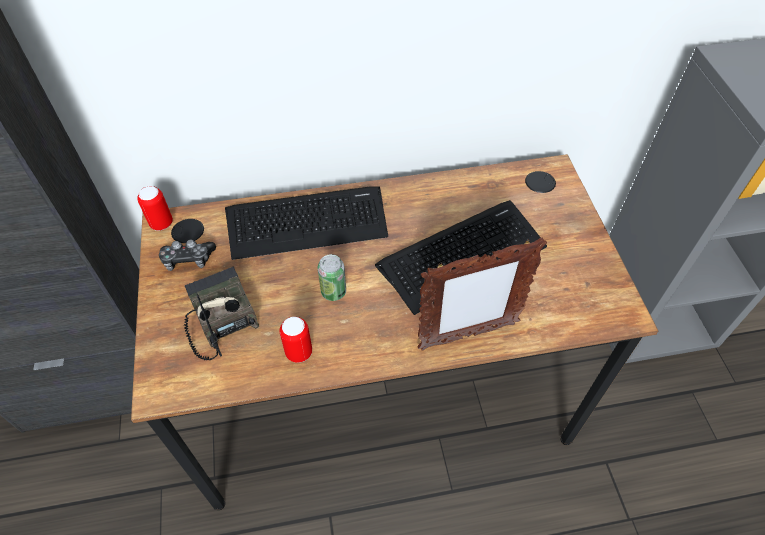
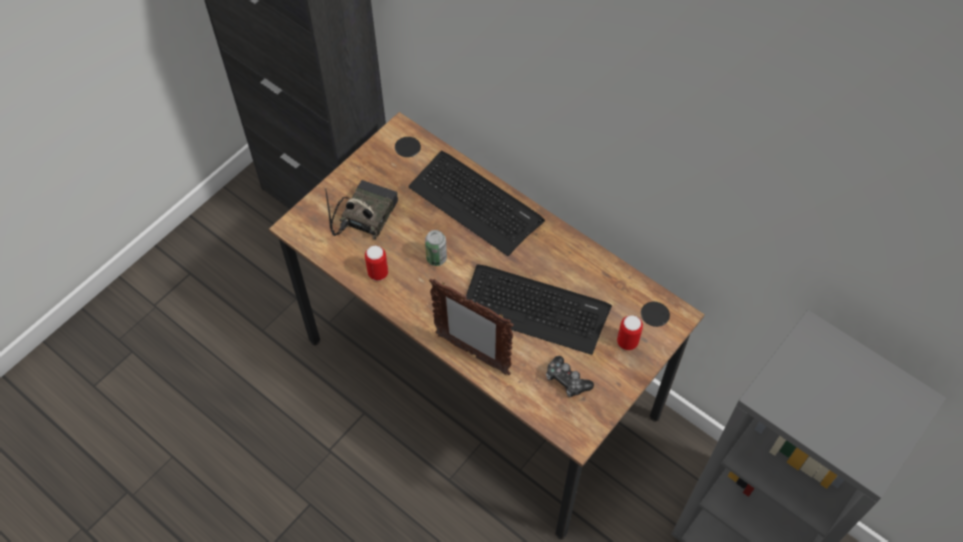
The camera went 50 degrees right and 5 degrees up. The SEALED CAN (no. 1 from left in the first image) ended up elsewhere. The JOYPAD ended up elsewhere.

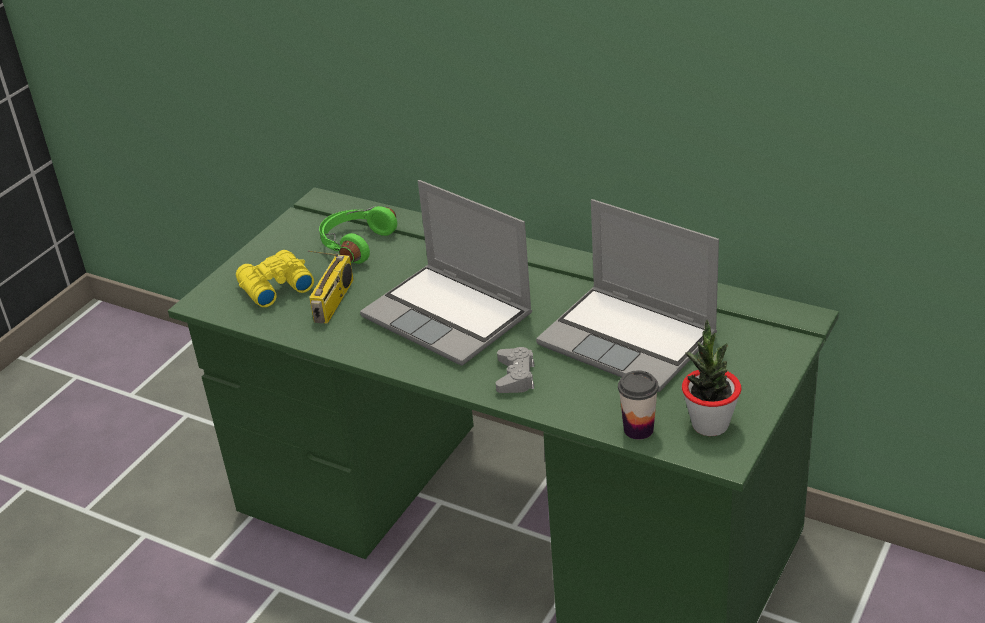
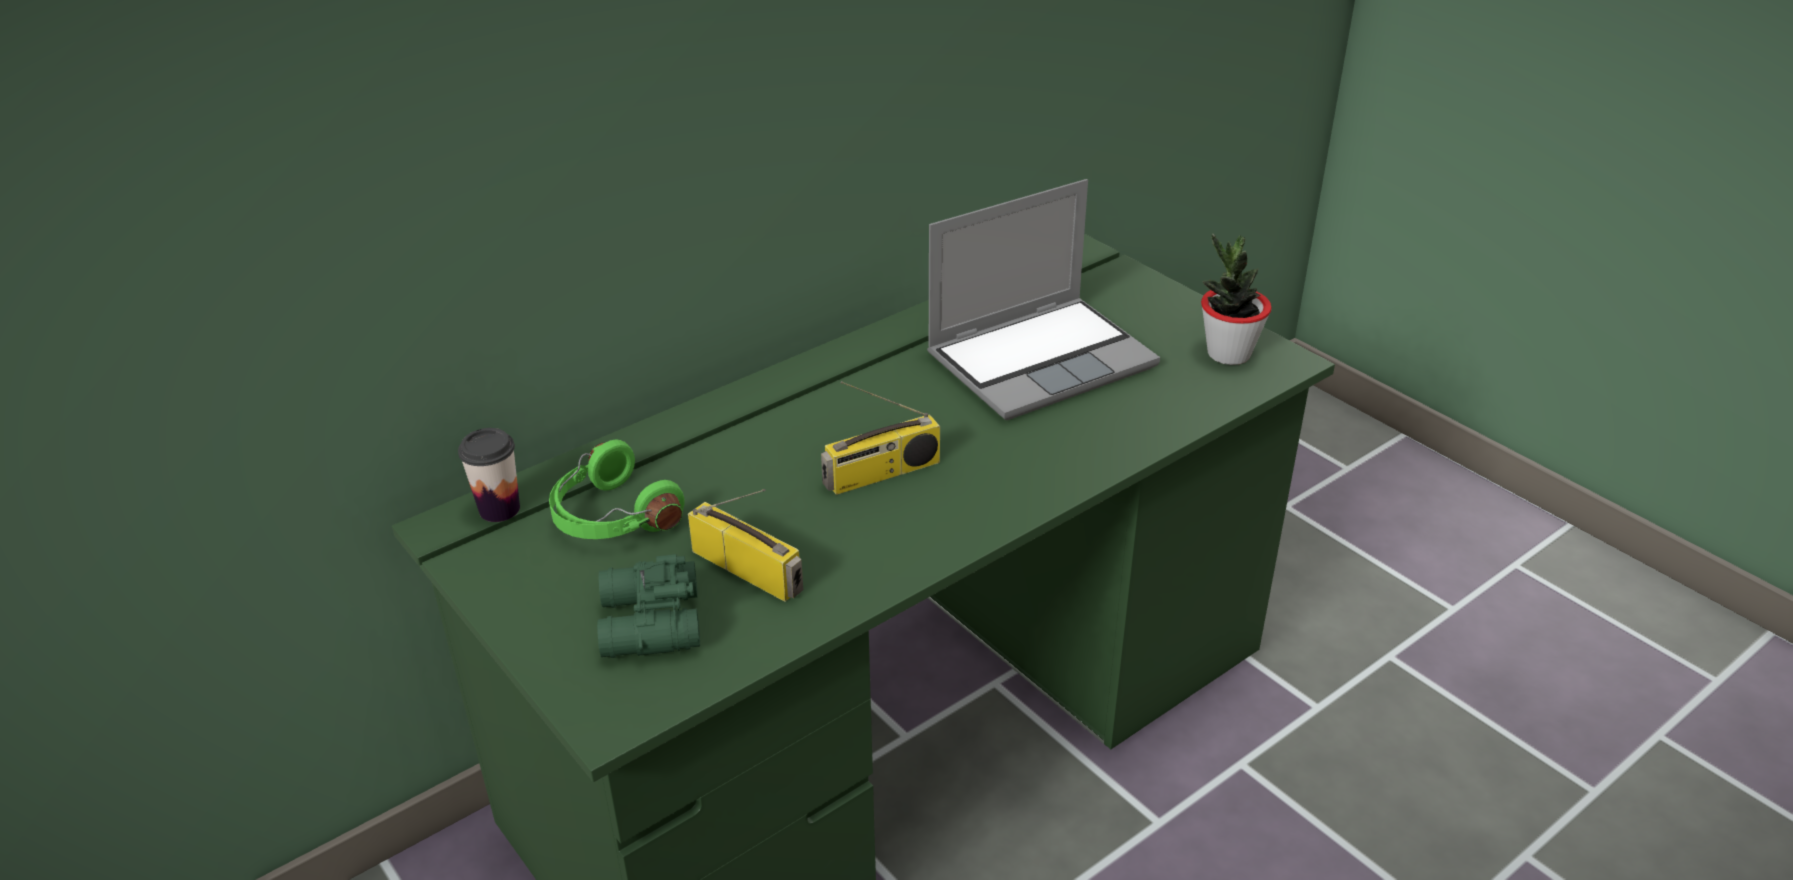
The camera went 70 degrees left and 0 degrees up. What was the YELLOW-COLOURED FIELD GLASSES turned into the GREEN FIELD GLASSES. Where the NOTEBOOK COMPUTER (no. 1 from left) stood, the RADIO SET (no. 2 from left) came to stand. The second view lost the GREY JOYPAD. The SMALL CUP ended up elsewhere.

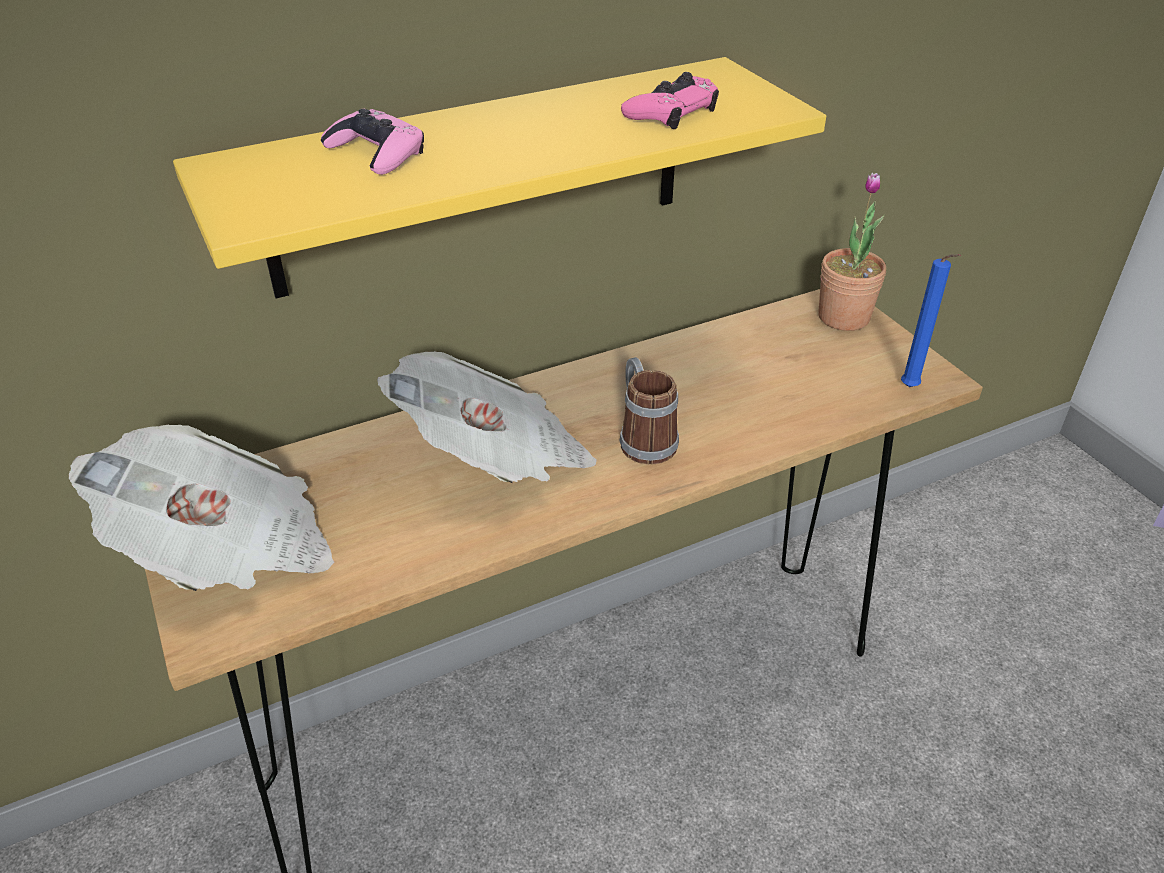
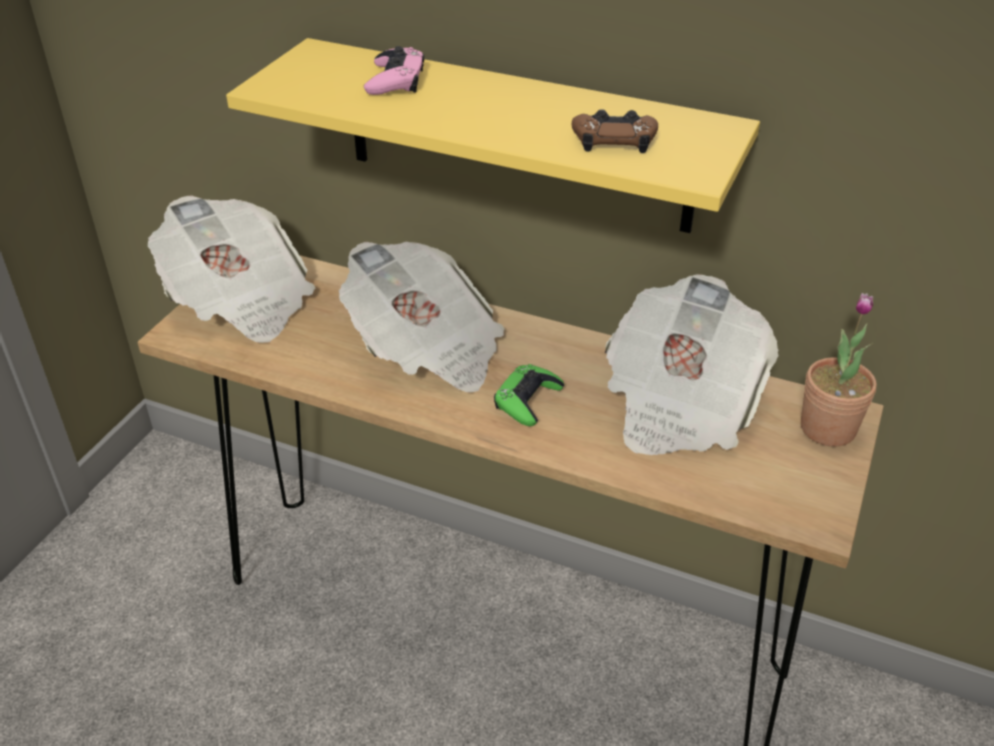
The camera went 50 degrees right and 0 degrees up. Where the MUG stood, the GREEN JOYPAD came to stand. What was the PINK JOYPAD (no. 2 from left) turned into the BROWN JOYPAD. The second view lost the BLUE WAX CANDLE. The second view gained the NEWSPAPER (no. 3 from left).

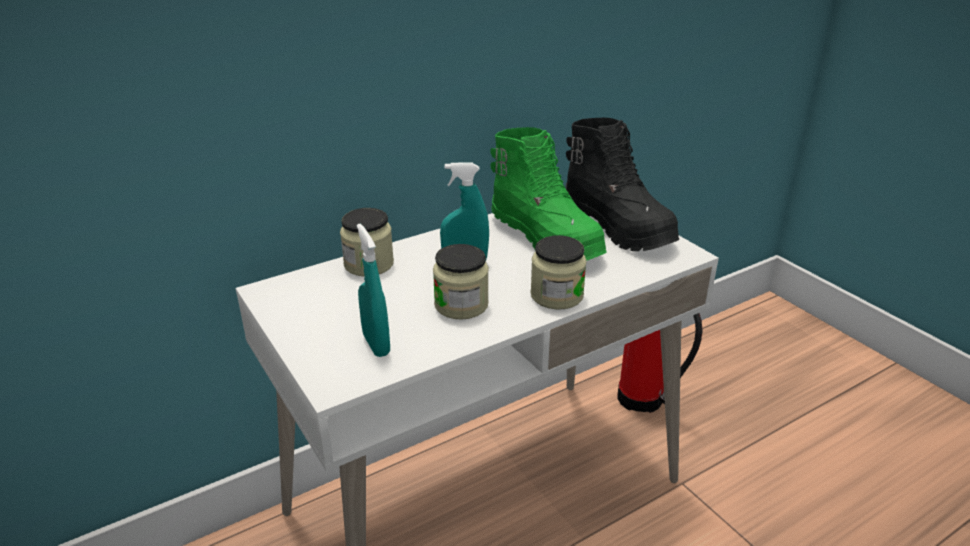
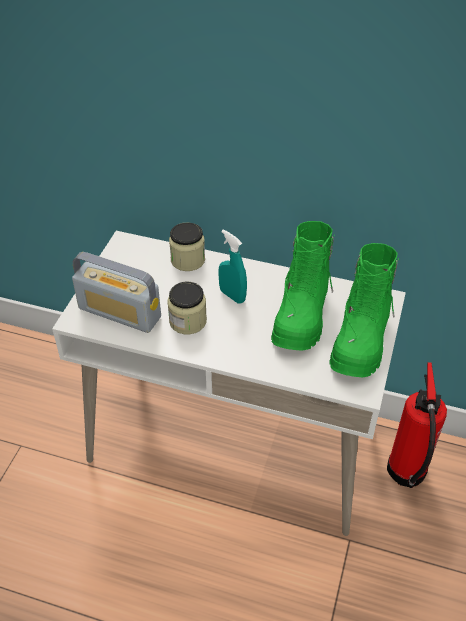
The camera went 50 degrees right and 15 degrees up. Where the TURQUOISE SPRAYER (no. 1 from left) stood, the RADIO SET came to stand. The second view lost the STORAGE JAR (no. 3 from left). What was the BLACKISH HIGH-TOP BOOT turned into the GREEN HIGH-TOP BOOT (no. 2 from left).

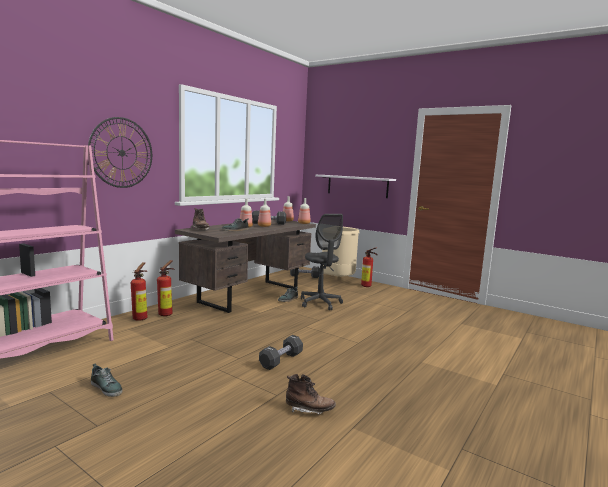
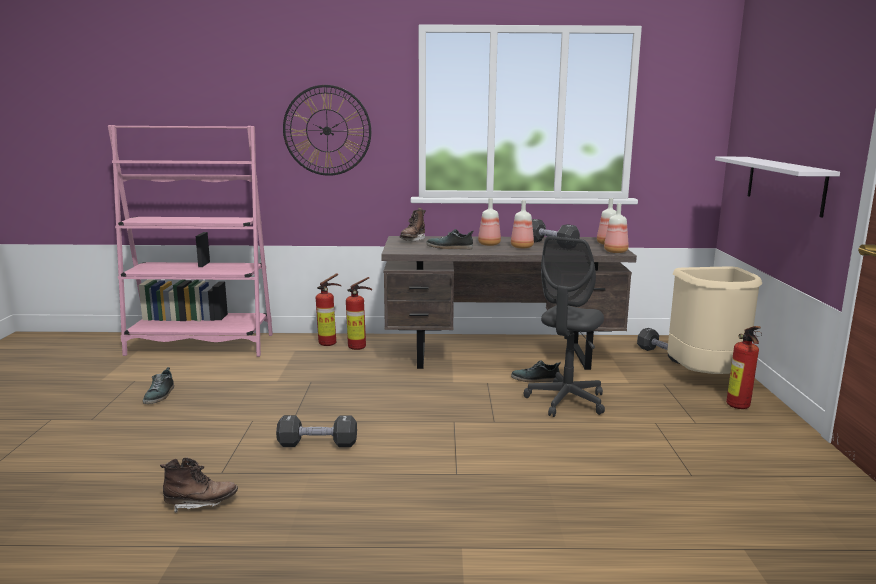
The camera went 55 degrees right and 5 degrees up. The BROWN HIGH-TOP BOOT (no. 2 from left in the first image) ended up facing another way, 75 degrees counterclockwise from before.

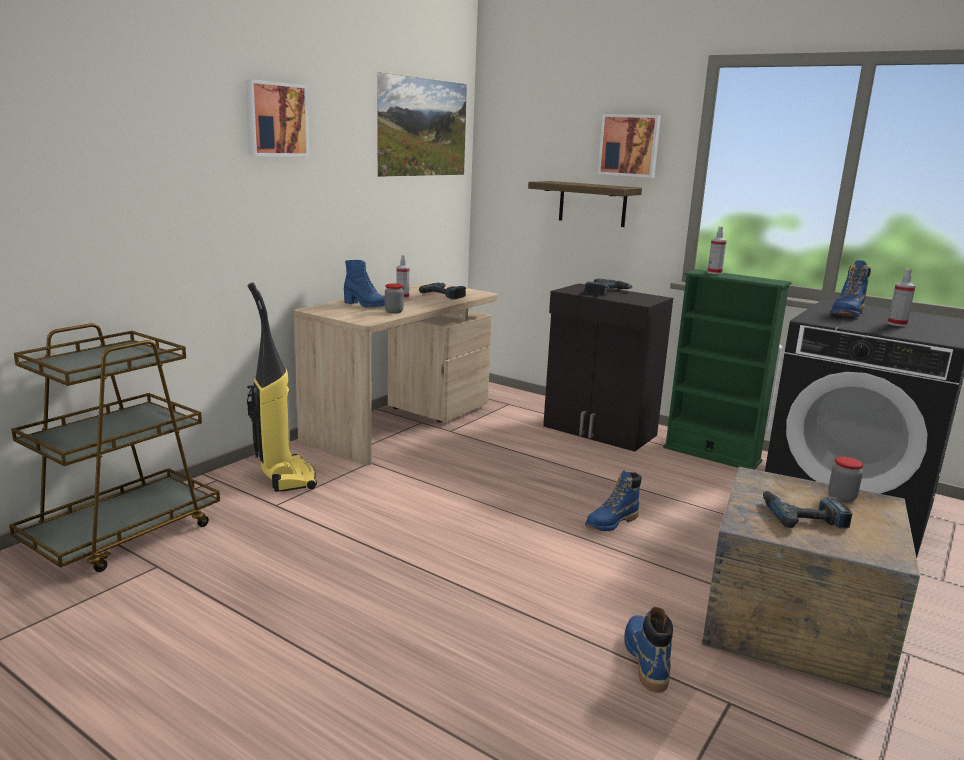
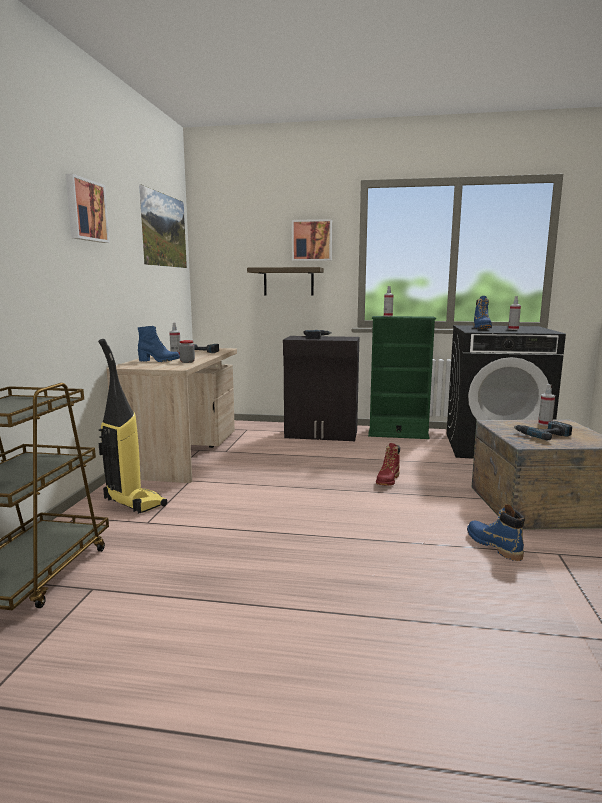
The camera went 25 degrees left and 5 degrees down. What was the BLUE HIGH-TOP BOOT (no. 2 from left) turned into the RED-COLOURED HIGH-TOP BOOT. Where the STORAGE JAR (no. 2 from left) stood, the SPRAYER (no. 4 from left) came to stand.

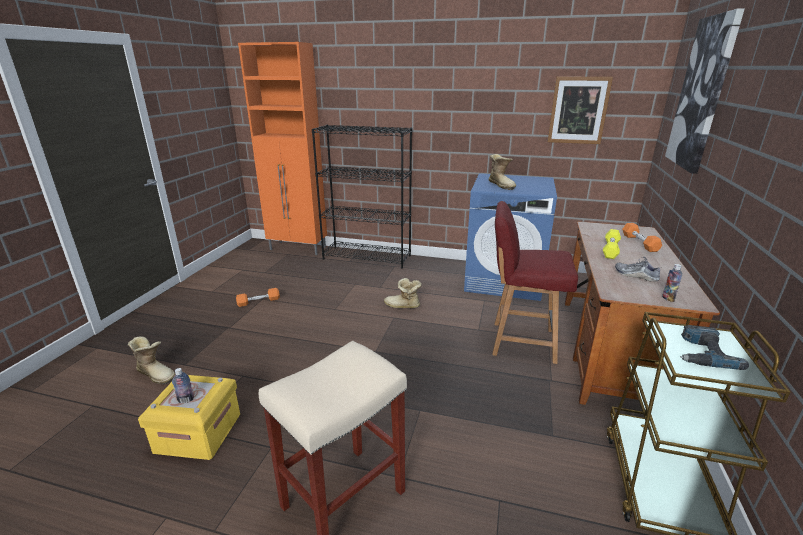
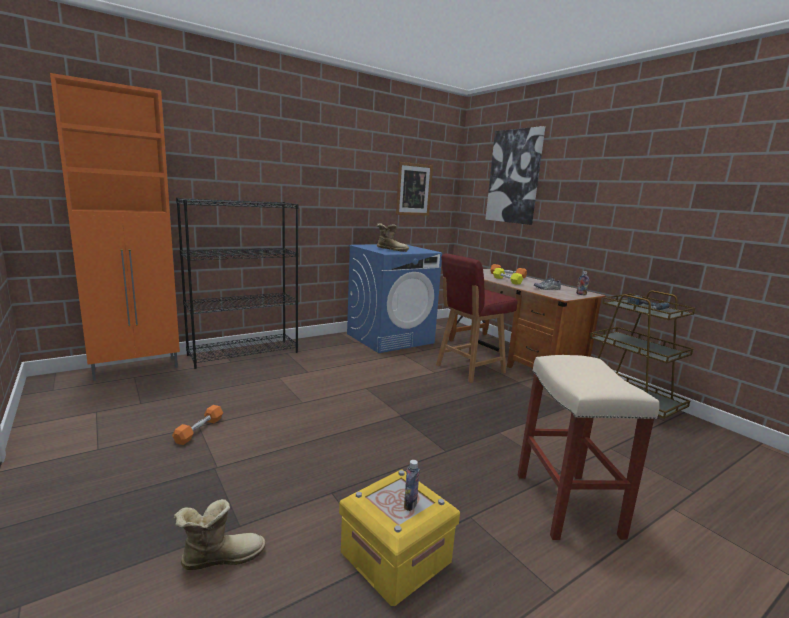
The camera went 50 degrees left and 10 degrees down. The second view lost the HIGH-TOP BOOT (no. 2 from left).

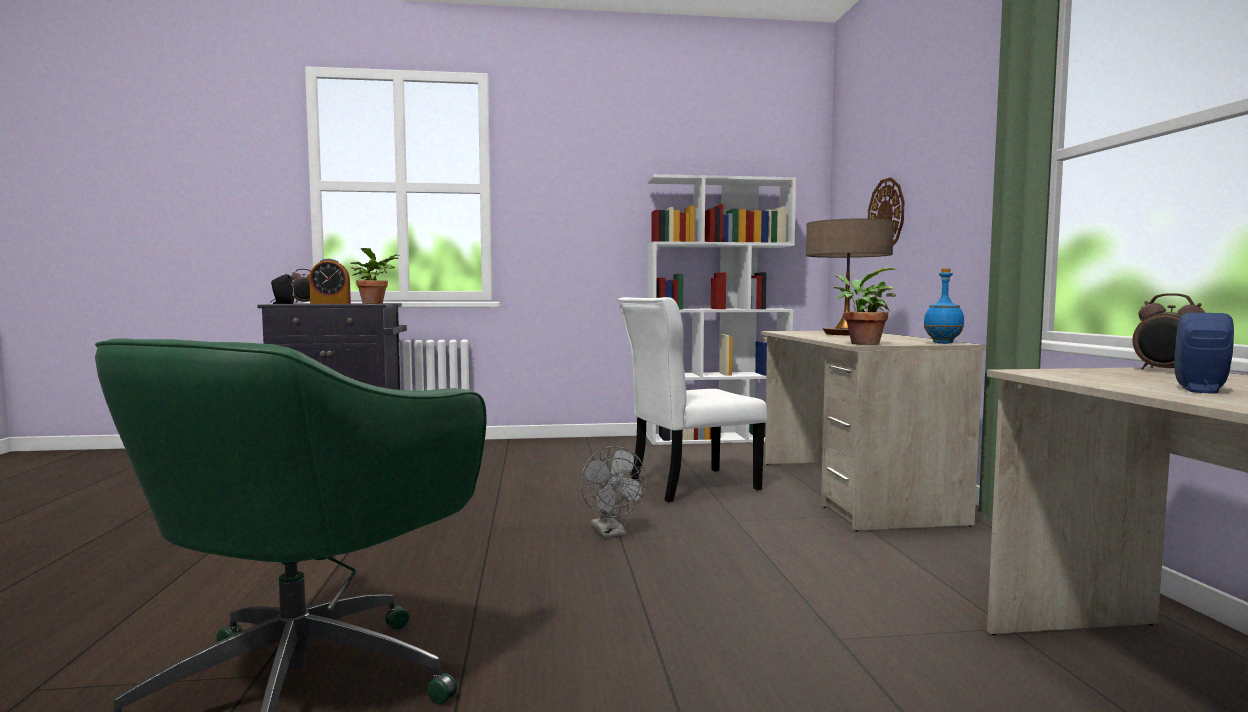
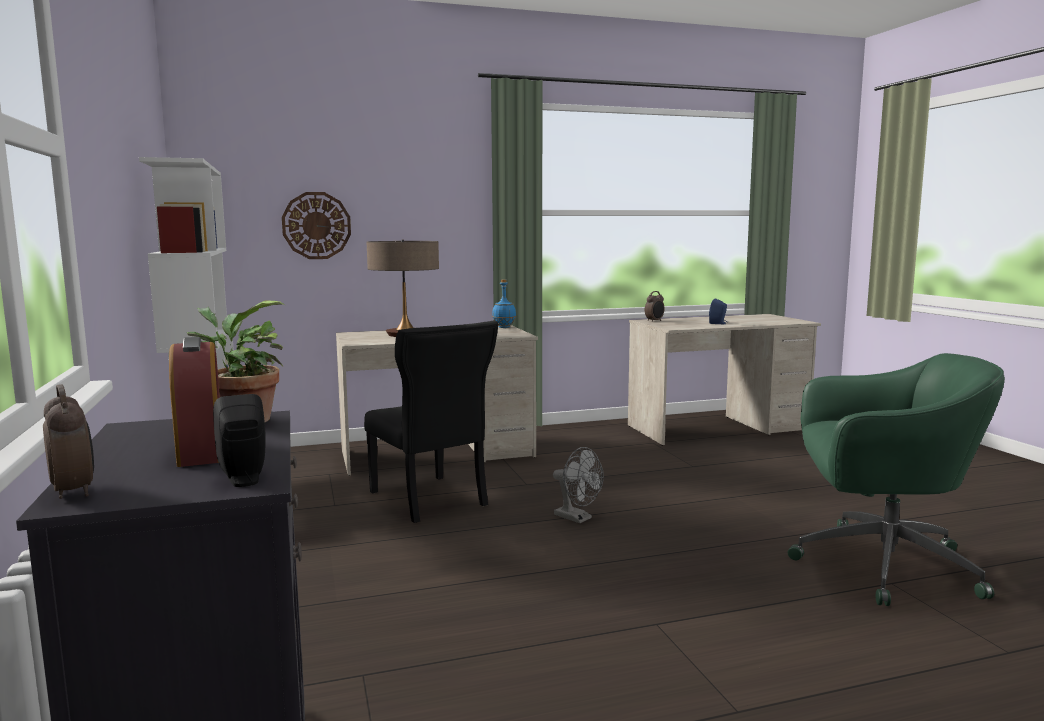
The camera went 100 degrees left and 5 degrees up. The GREY ELECTRIC FAN ended up facing another way, 75 degrees clockwise from before. What was the WHITISH PLAIN CHAIR turned into the BLACKISH PLAIN CHAIR. The second view lost the POTTED PLANT (no. 2 from left).

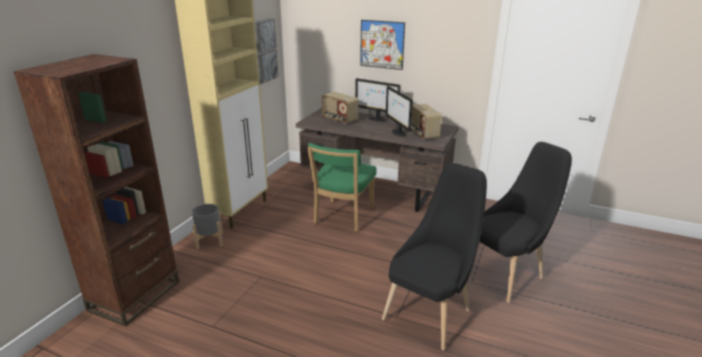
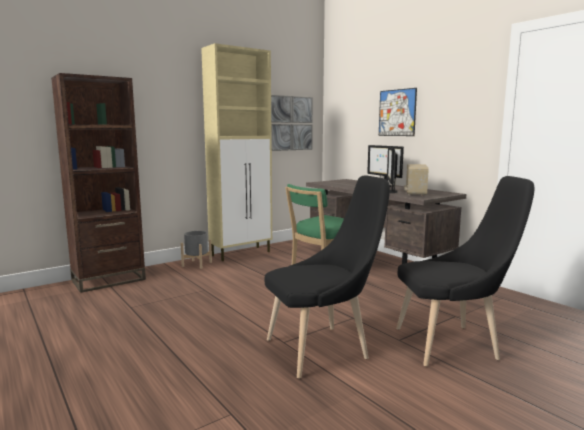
The camera went 30 degrees right and 15 degrees down. The second view lost the RADIO SET (no. 1 from left).

